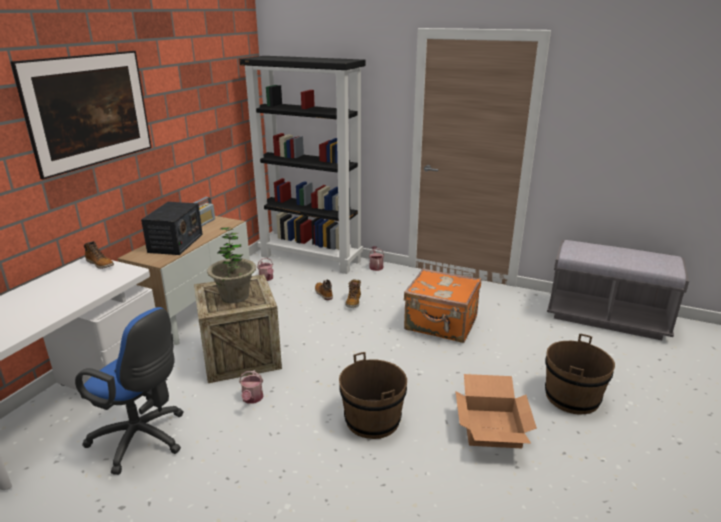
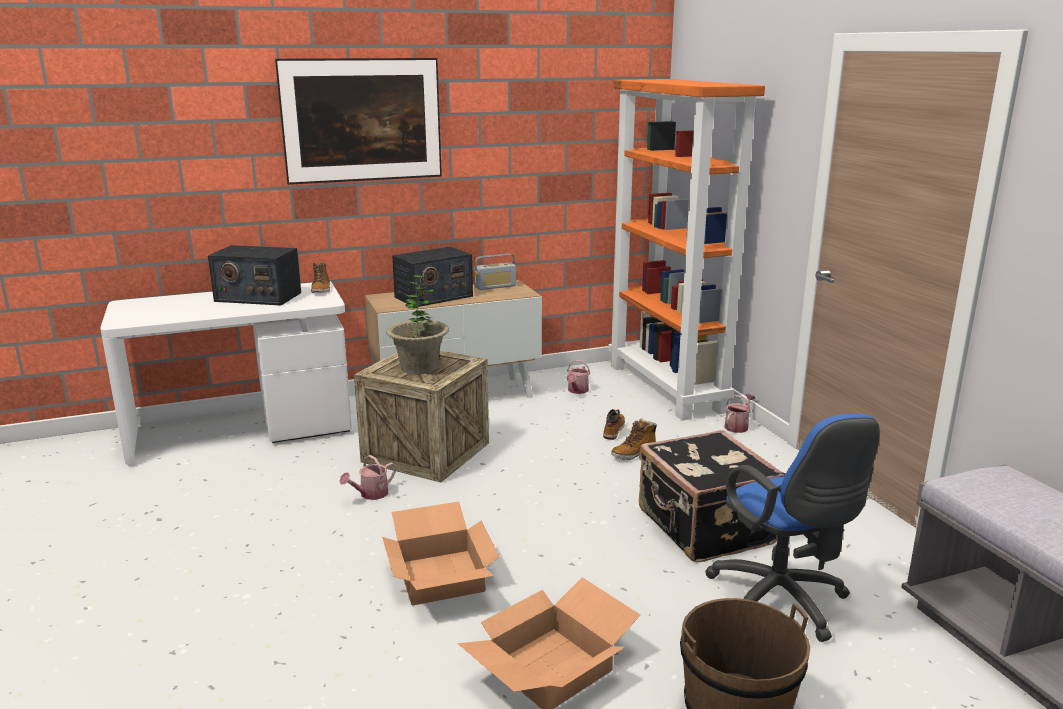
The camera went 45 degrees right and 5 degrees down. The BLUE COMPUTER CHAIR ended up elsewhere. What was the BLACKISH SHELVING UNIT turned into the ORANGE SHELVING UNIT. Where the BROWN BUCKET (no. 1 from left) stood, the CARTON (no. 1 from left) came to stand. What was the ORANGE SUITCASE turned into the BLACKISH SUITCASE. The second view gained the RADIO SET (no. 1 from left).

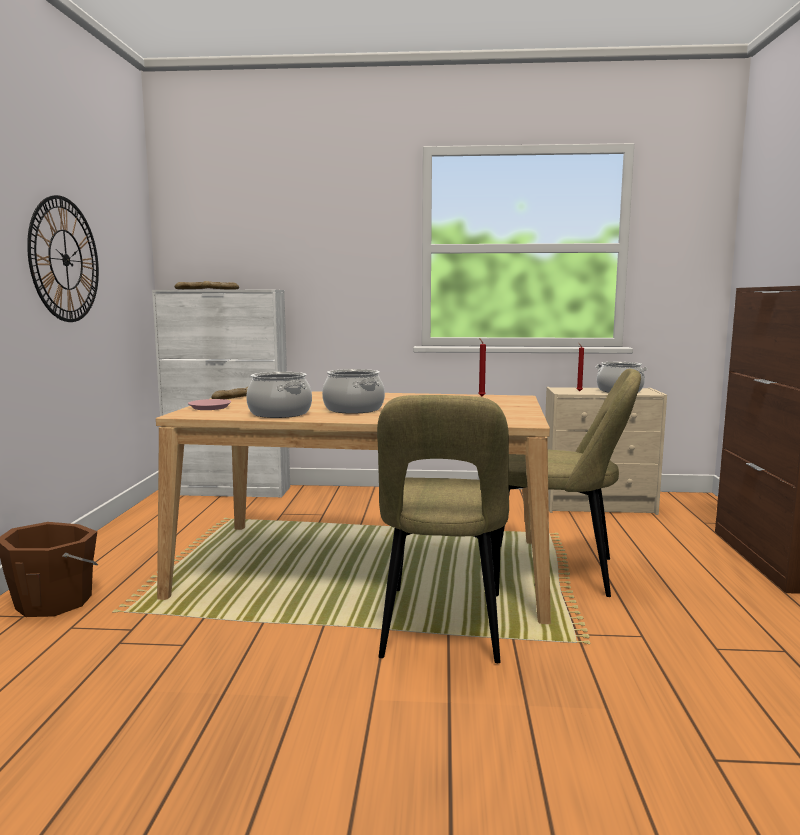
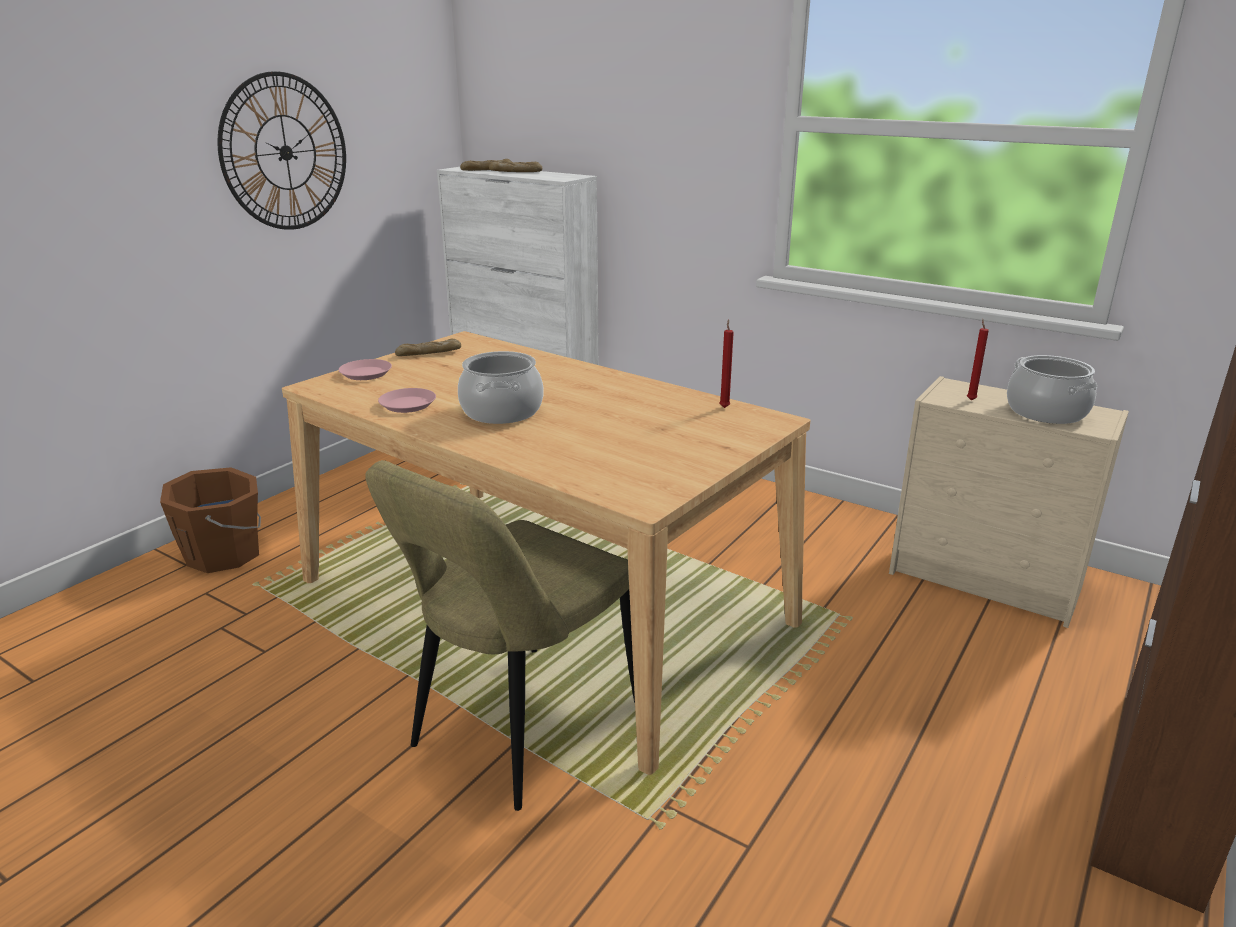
The camera went 30 degrees right and 15 degrees up. Where the STOCKPOT (no. 1 from left) stood, the PINK DINNER PLATE (no. 2 from left) came to stand. The second view lost the BEIGE PLAIN CHAIR (no. 2 from left).

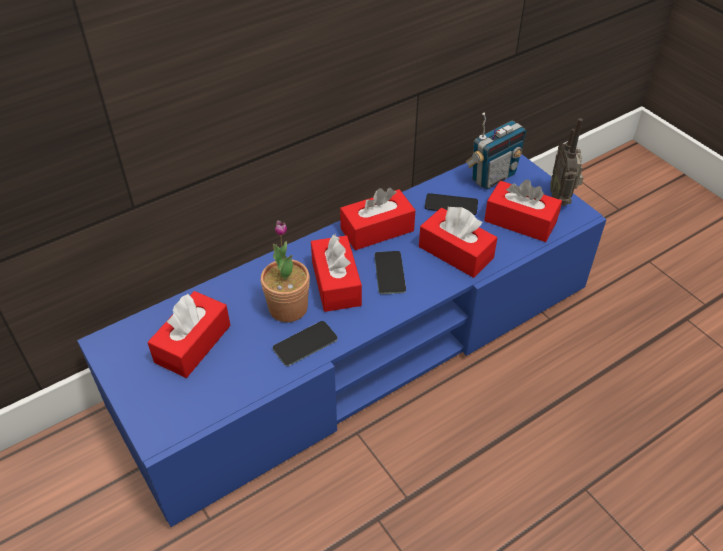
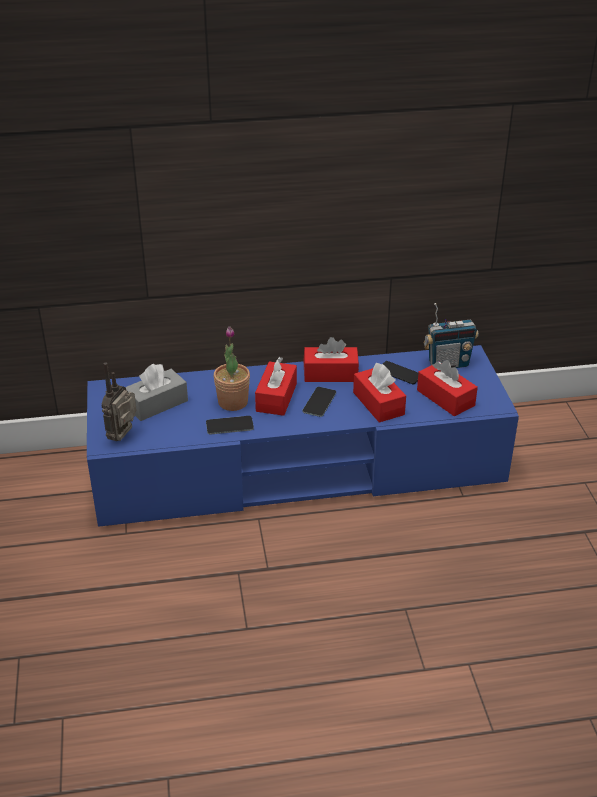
The camera went 25 degrees right and 10 degrees down. What was the RED-COLOURED TISSUE BOX (no. 1 from left) turned into the GREY TISSUE BOX. The RADIO SET (no. 2 from left in the first image) ended up elsewhere.

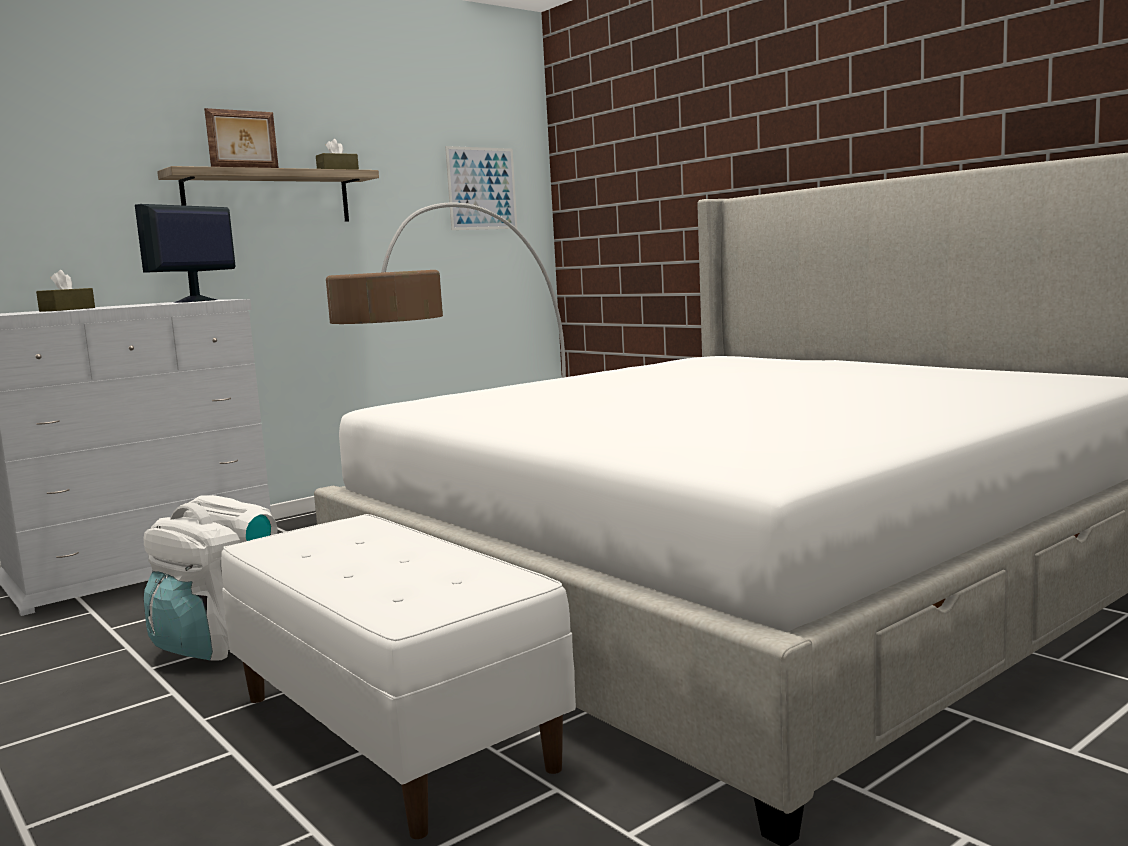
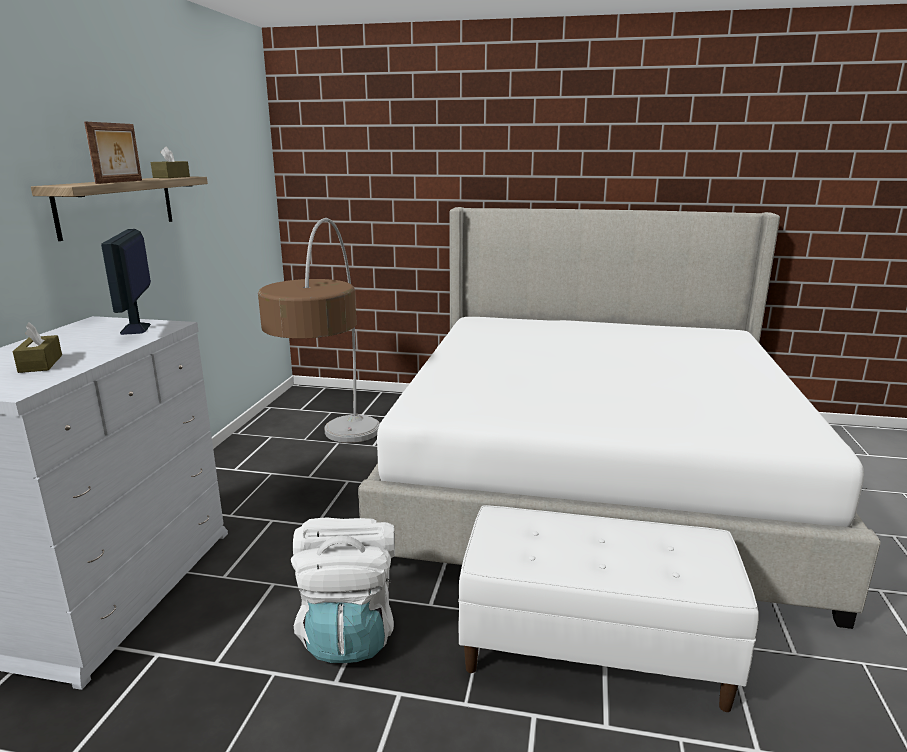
The camera went 40 degrees left and 10 degrees up. The second view lost the WALL PICTURE.

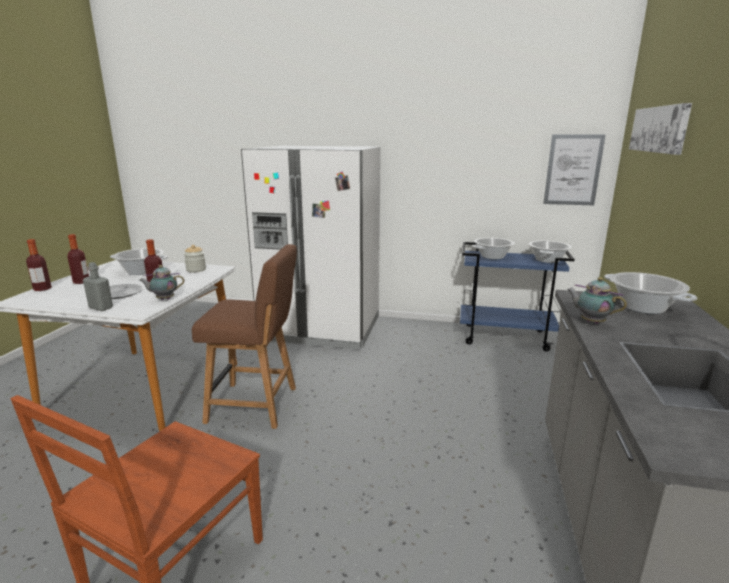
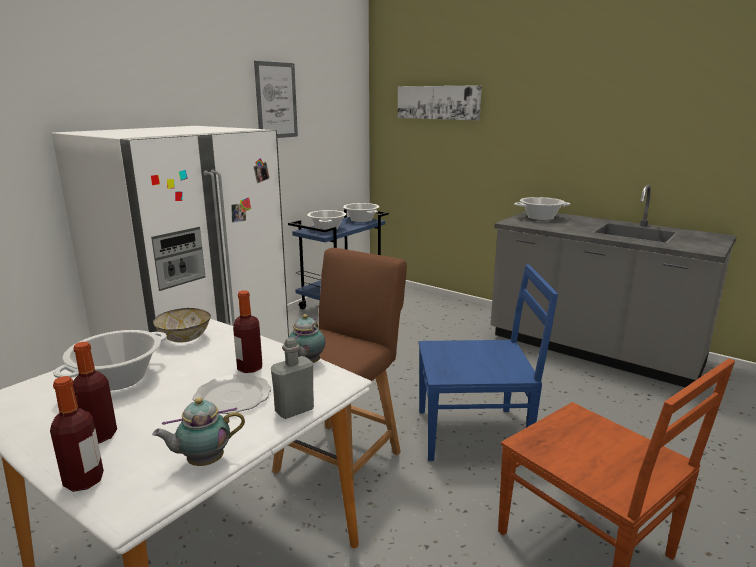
The camera went 65 degrees left and 0 degrees up. Where the STORAGE JAR stood, the DEEP DISH came to stand. The WALL PICTURE (no. 1 from left) ended up elsewhere. The TEA POT (no. 2 from left in the first image) ended up elsewhere. The second view gained the BLUE PLAIN CHAIR.

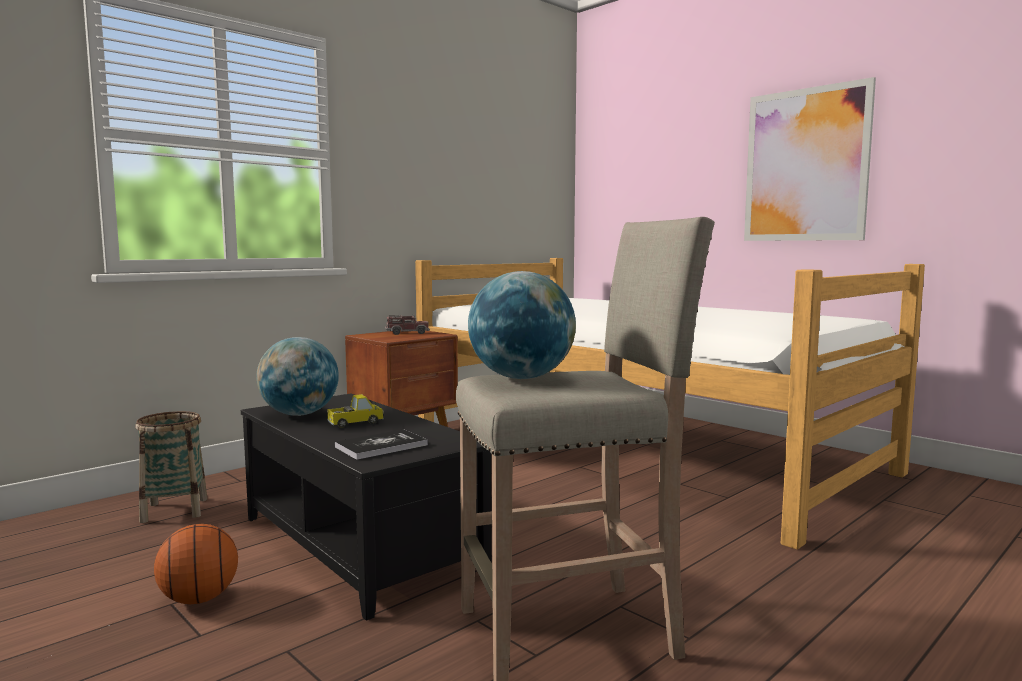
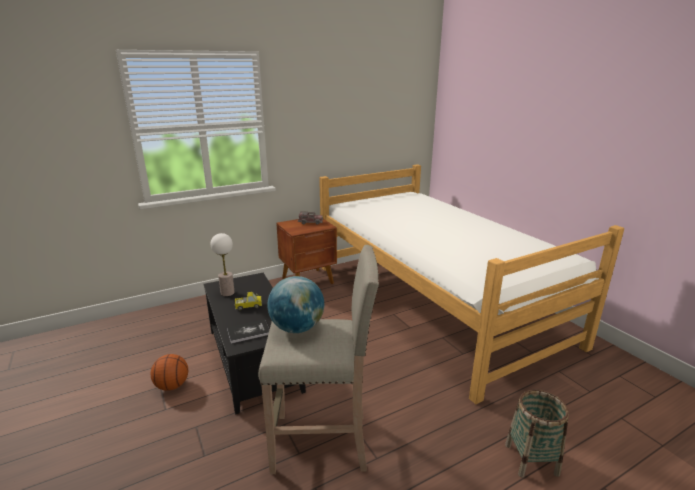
The camera went 15 degrees right and 15 degrees up. The HOUSEHOLD BASKET ended up elsewhere. Where the GLOBE (no. 1 from left) stood, the TABLETOP LAMP came to stand. The second view lost the WALL PICTURE.

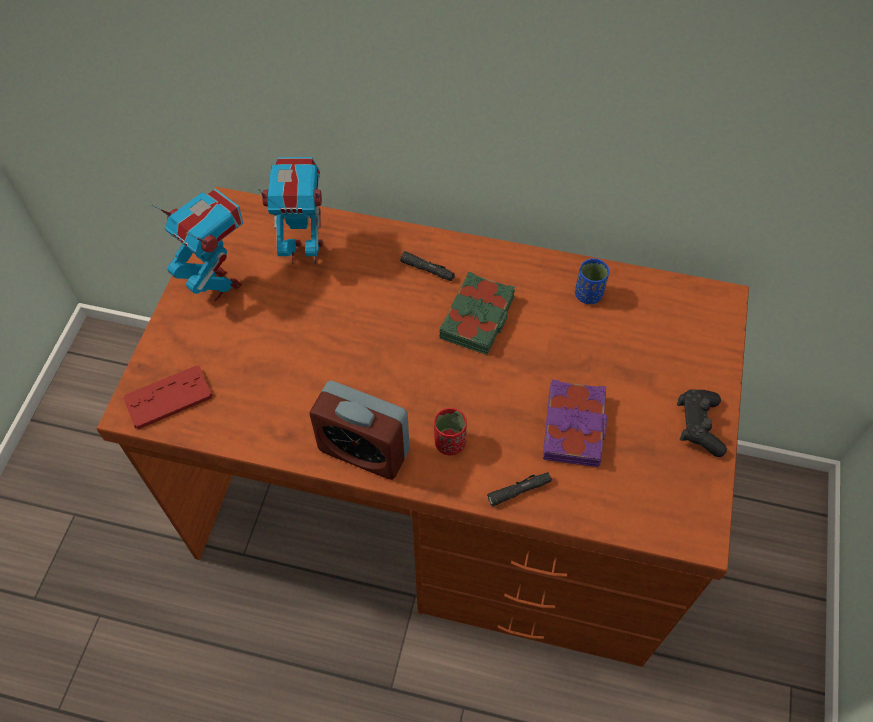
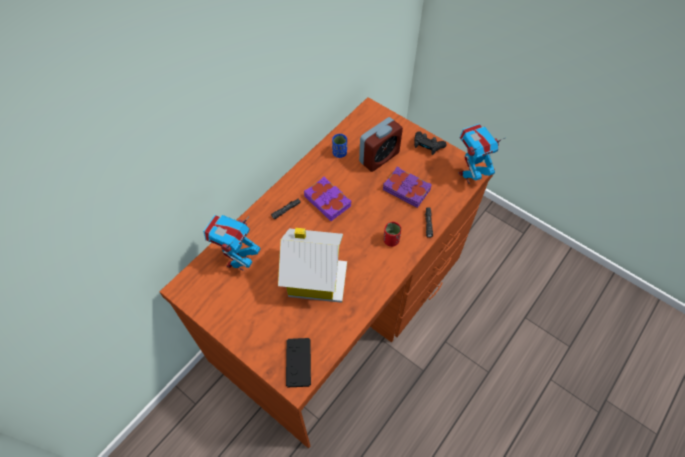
The camera went 65 degrees left and 0 degrees up. What was the RED-COLOURED JOYPAD turned into the BLACKISH JOYPAD (no. 1 from left). The ROBOT FIGURE (no. 1 from left in the first image) ended up elsewhere. The TABLE CLOCK ended up elsewhere. What was the GREEN BOUND BOOK turned into the PURPLE BOUND BOOK (no. 1 from left). The second view gained the TOY HOUSE.

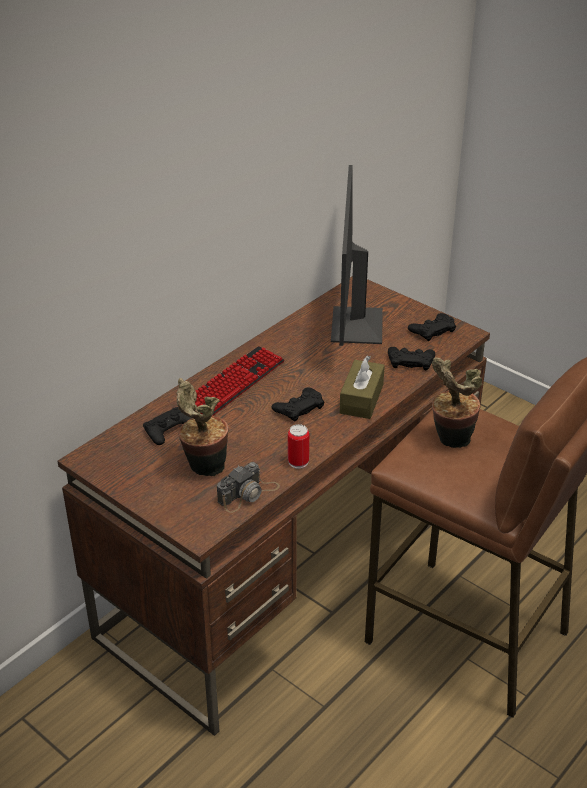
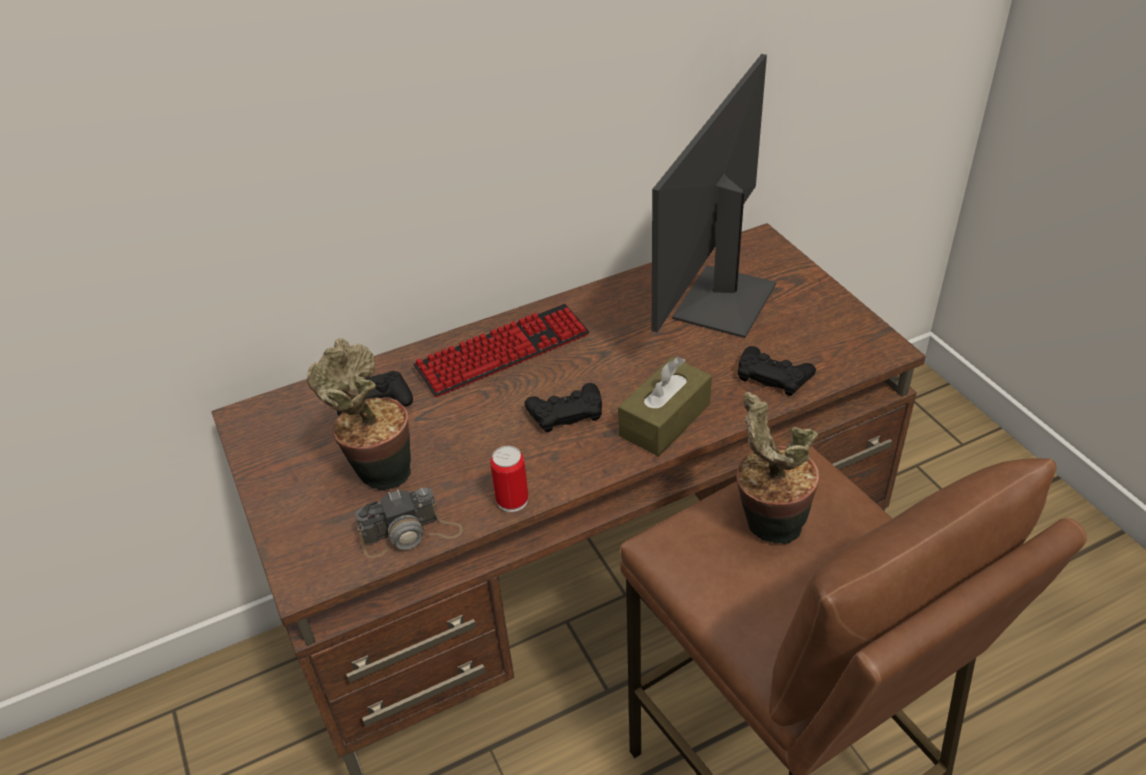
The camera went 25 degrees right and 5 degrees up. The second view lost the BLACKISH JOYPAD (no. 4 from left).

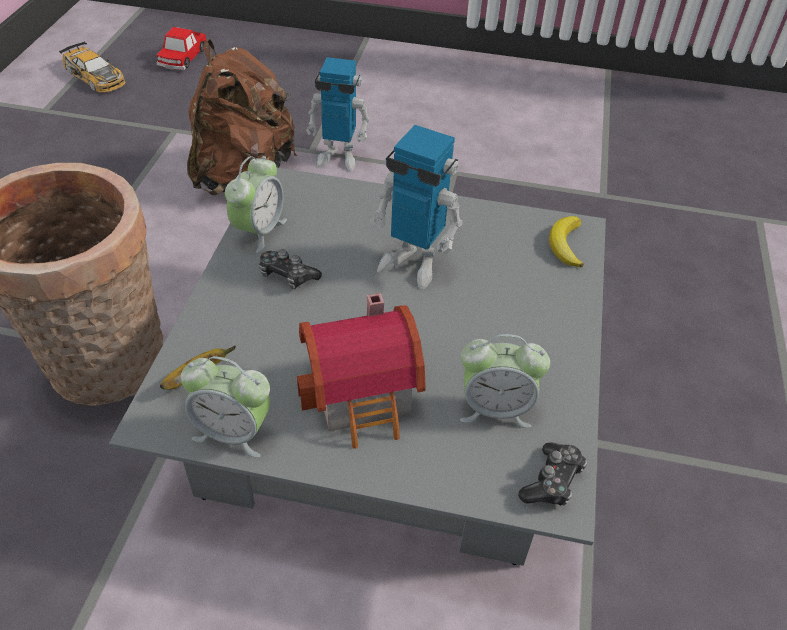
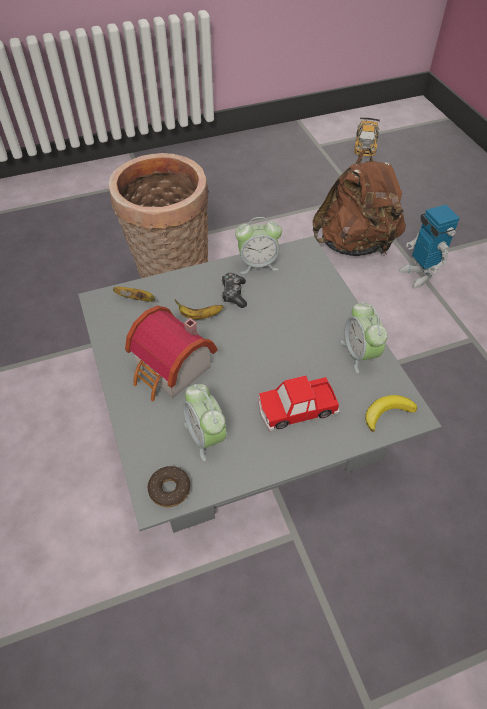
The camera went 60 degrees right and 5 degrees up. The TOY CAR (no. 2 from left in the first image) ended up elsewhere. The TABLE CLOCK (no. 1 from left in the first image) ended up elsewhere. The second view lost the ROBOT FIGURE (no. 2 from left). Where the JOYPAD (no. 2 from left) stood, the DOUGHNUT came to stand. The second view gained the BANANA FRUIT (no. 2 from left).

